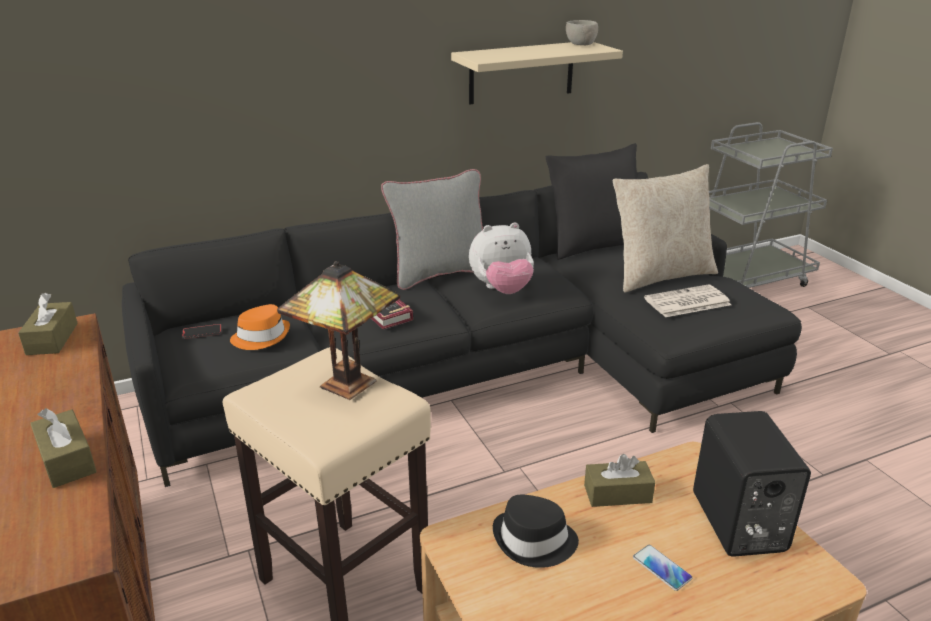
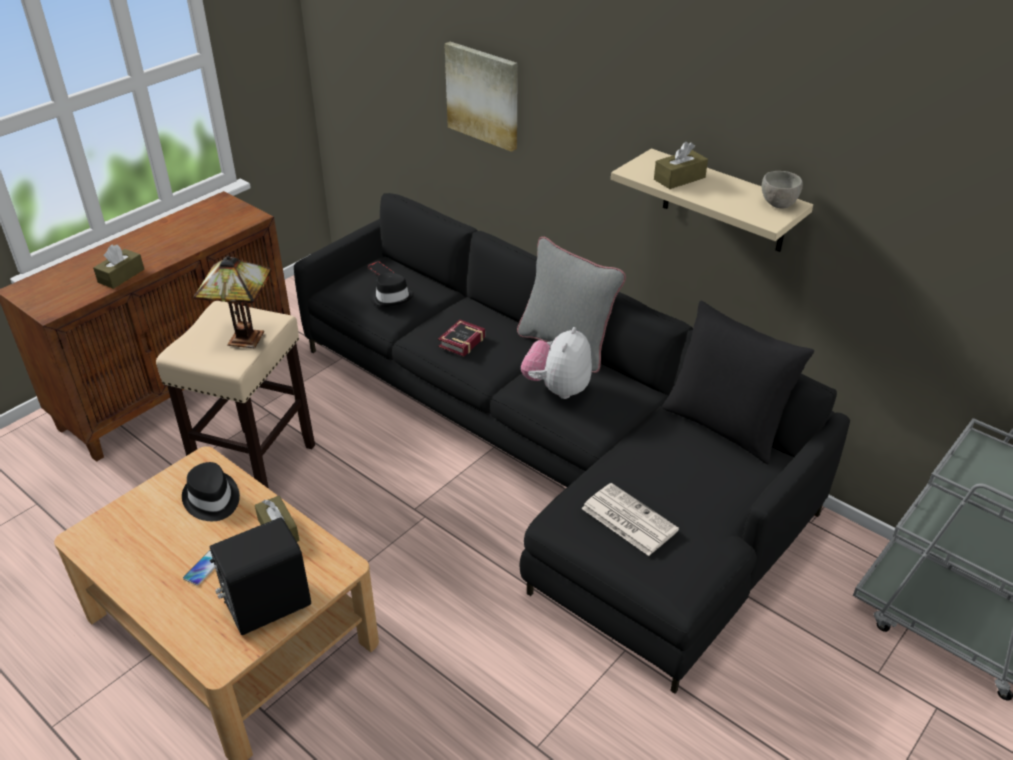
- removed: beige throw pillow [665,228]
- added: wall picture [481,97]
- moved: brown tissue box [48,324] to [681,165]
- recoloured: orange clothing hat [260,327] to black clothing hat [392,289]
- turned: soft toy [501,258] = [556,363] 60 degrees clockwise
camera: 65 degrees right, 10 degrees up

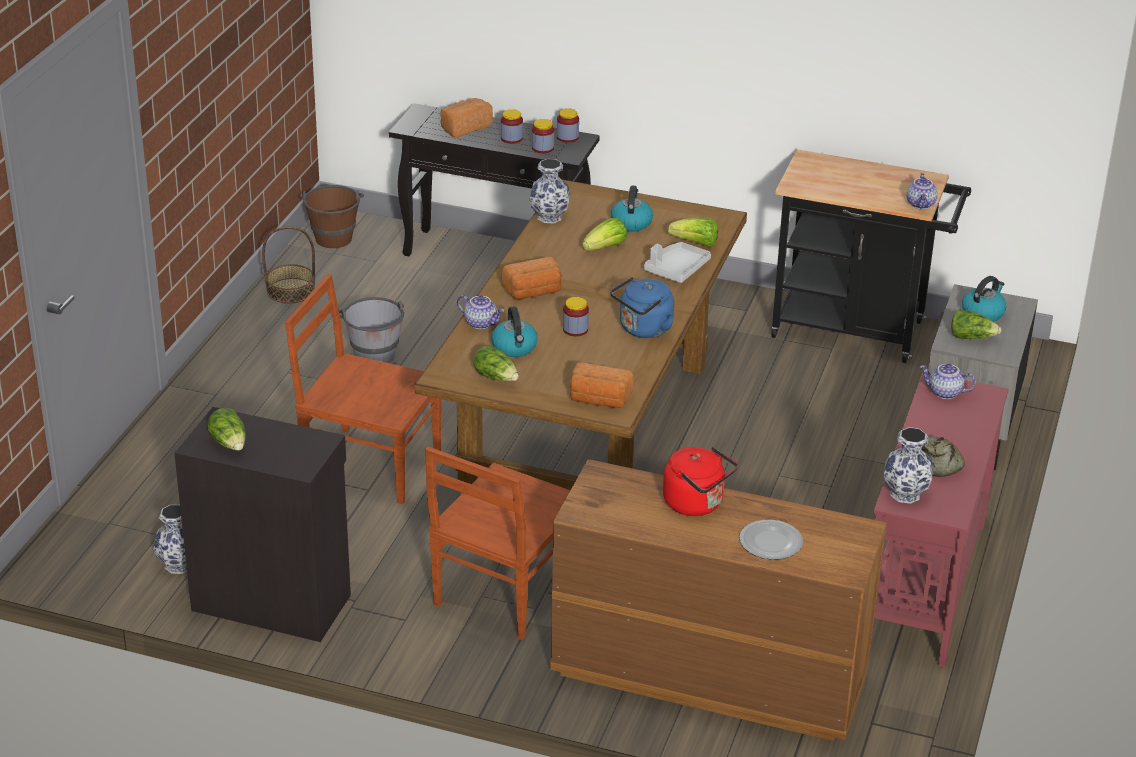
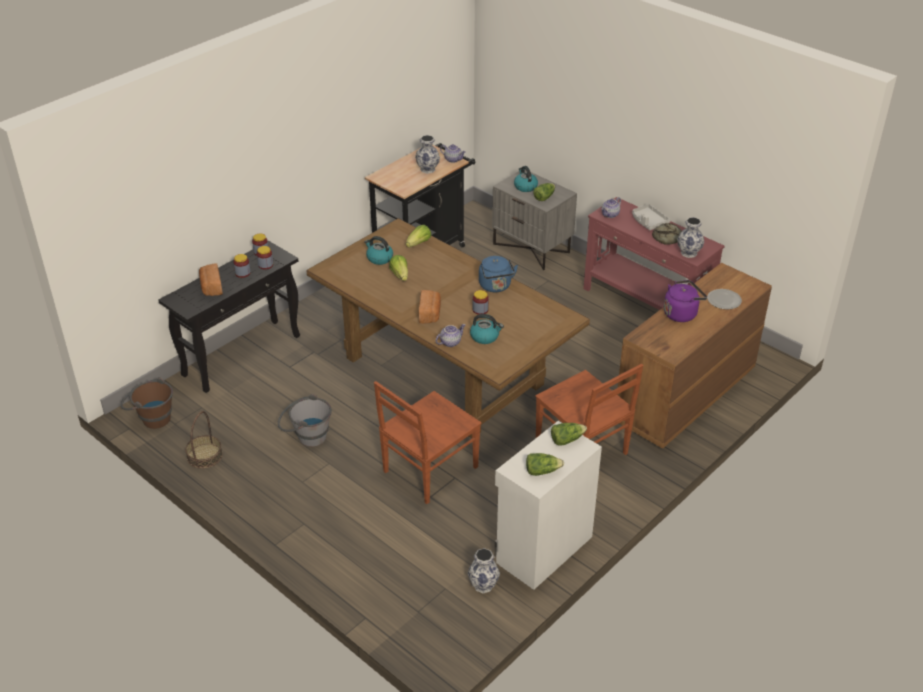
- removed: bread [602,385]
- moved: head of lettuce [496,363] to [569,434]
- moved: decorative vase [550,191] to [427,154]
- moved: grey carrying tray [677,262] to [651,217]
- recoloured: black cabinet [262,524] to whitish cabinet [548,505]
- recoloured: red kettle [700,481] to purplish kettle [685,301]
camera: 65 degrees left, 5 degrees up

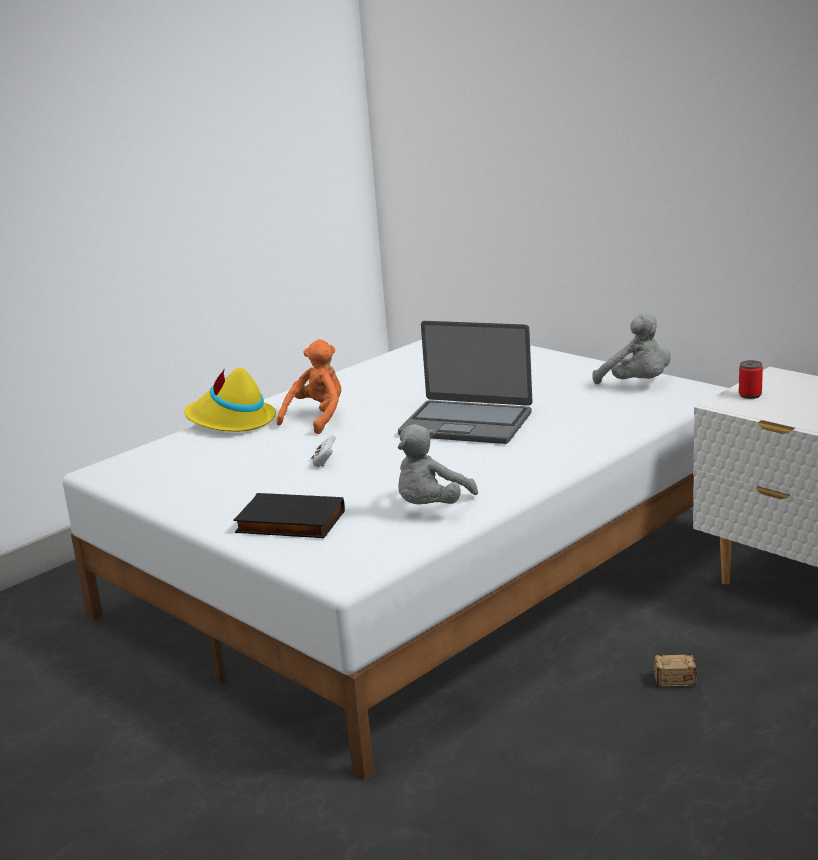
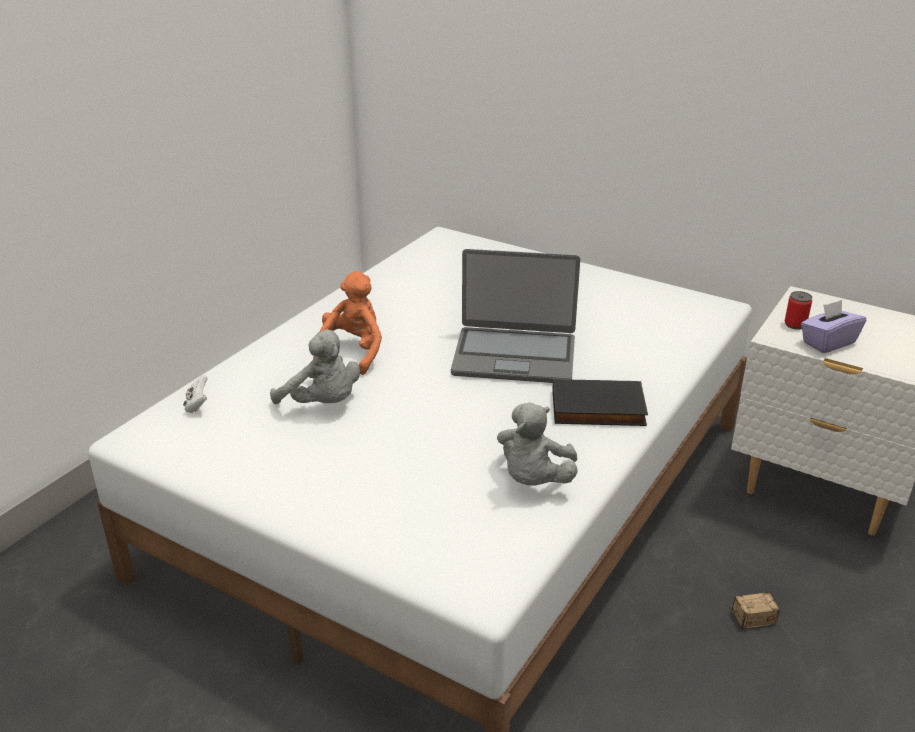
- removed: yellow clothing hat [230,400]
- added: purplish tissue box [833,326]
- moved: black volume [289,515] to [600,402]
- moved: whitish game controller [323,451] to [195,394]
- moved: grey soft toy [631,348] to [315,367]
camera: 15 degrees left, 10 degrees up

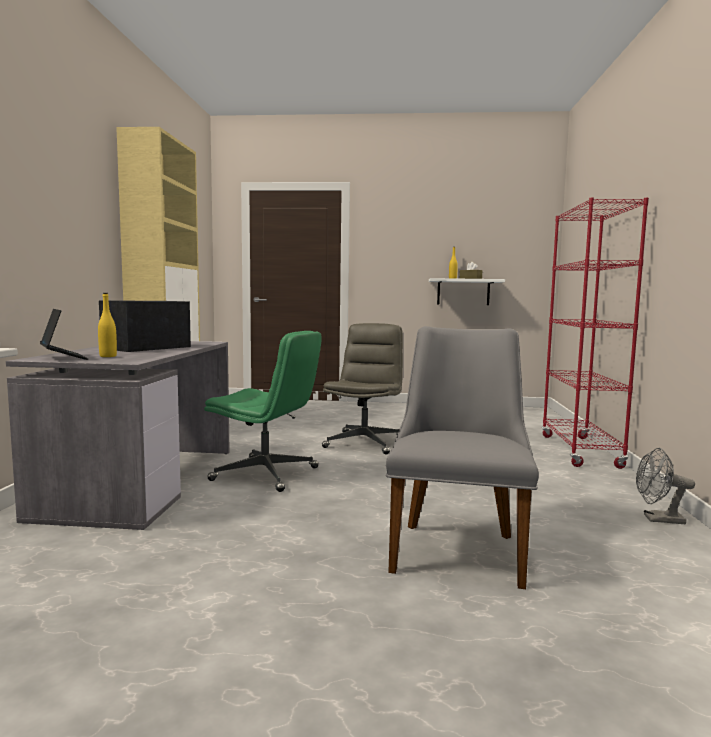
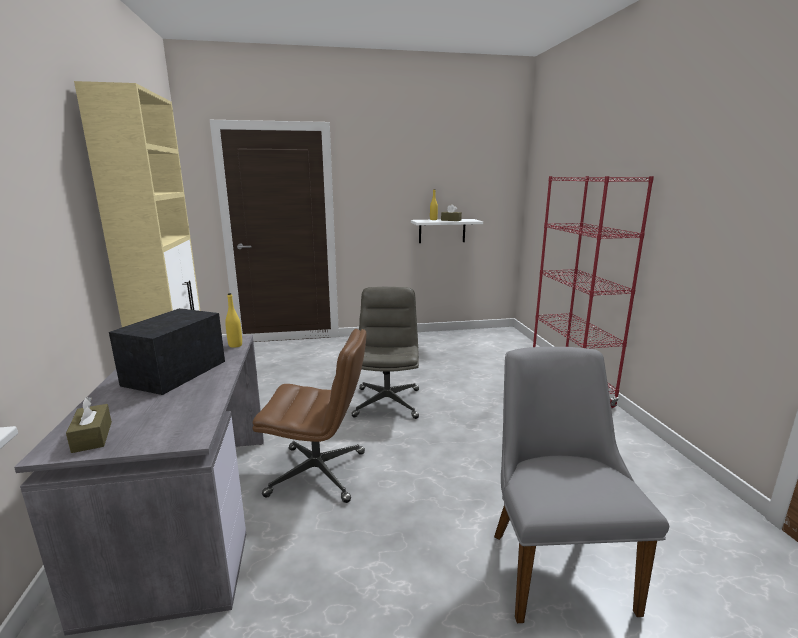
- removed: grey cooling fan [665,486]
- moved: yellow beverage bottle [107,325] to [233,320]
- replaced: laptop [64,334] to brown tissue box [89,425]
- recoloured: greenish office chair [263,411] to brown office chair [309,416]
camera: 15 degrees left, 10 degrees up

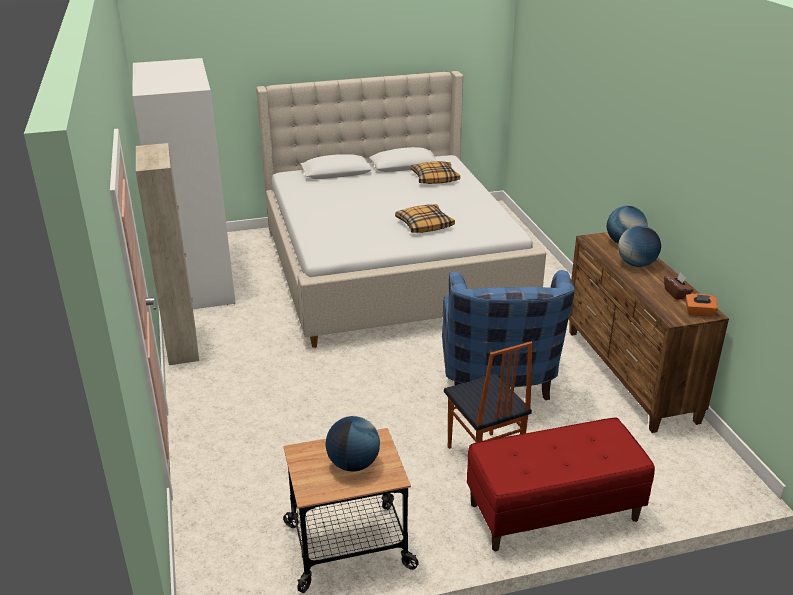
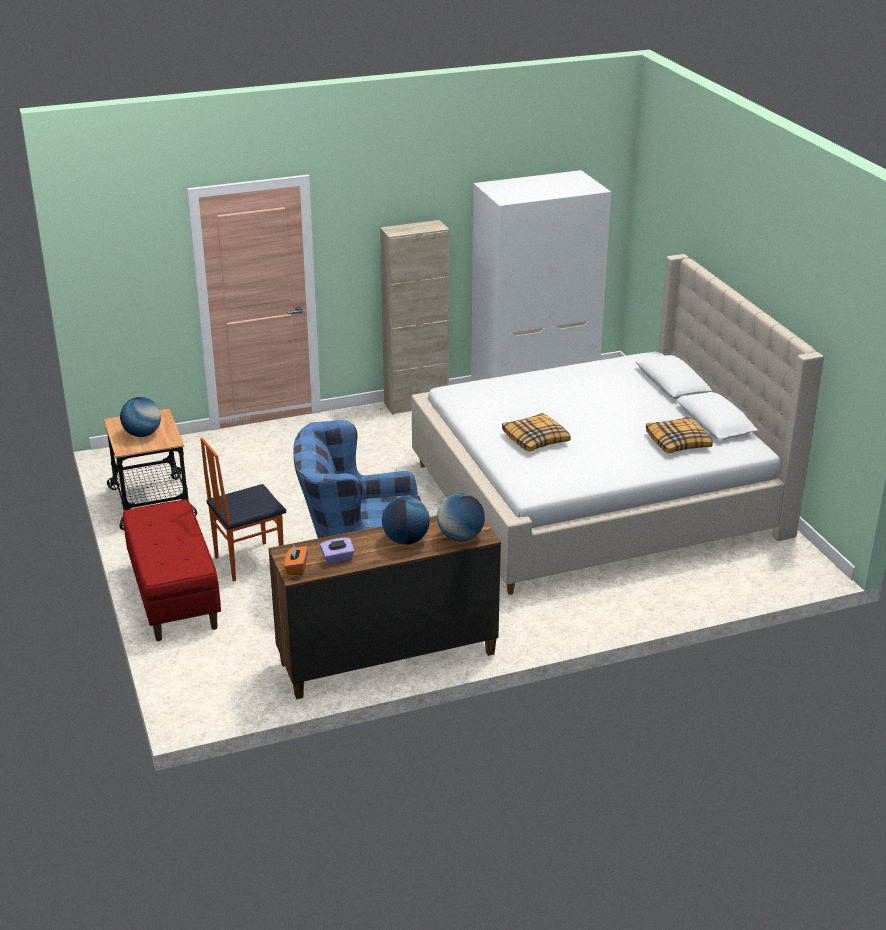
- recoloured: brown tissue box [678,286] to purplish tissue box [337,551]
camera: 85 degrees right, 0 degrees up

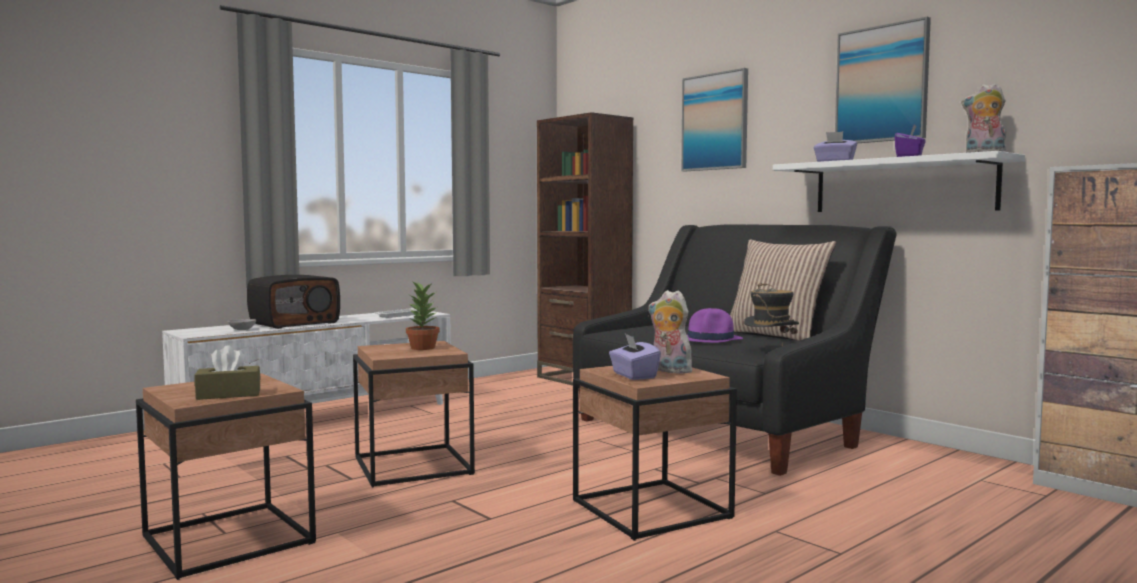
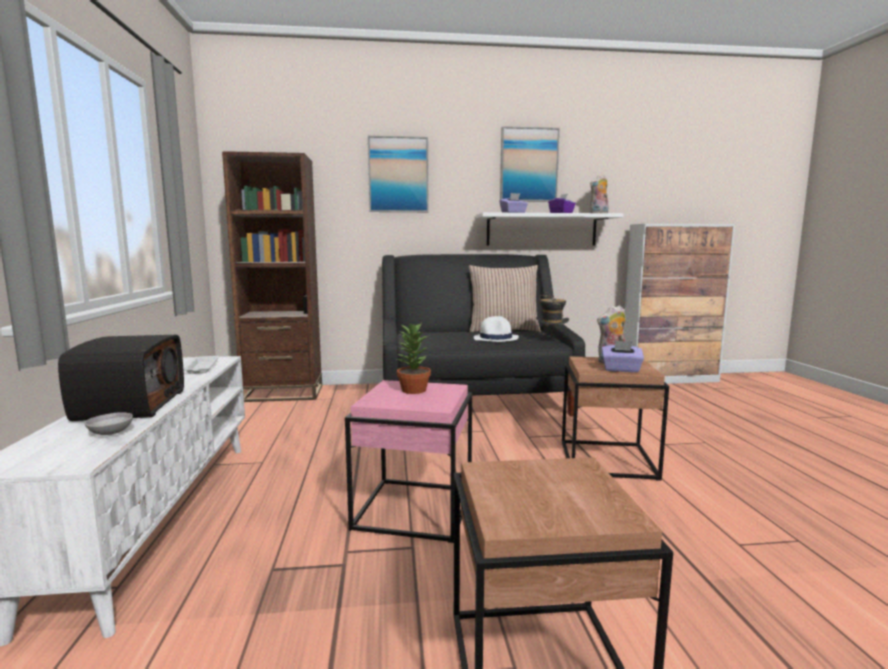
- removed: brown tissue box [228,372]
- recoloured: brown accent table [414,414] to pink-coloured accent table [408,461]
- recoloured: purplish clothing hat [715,325] to whitish clothing hat [496,329]
camera: 55 degrees left, 5 degrees up

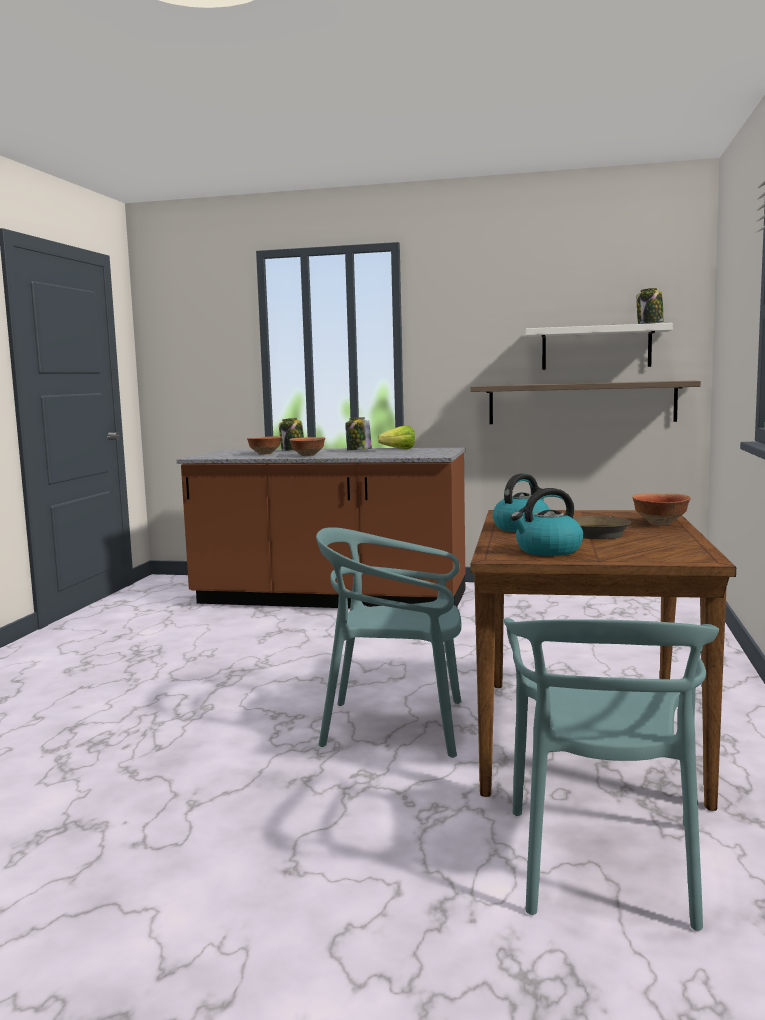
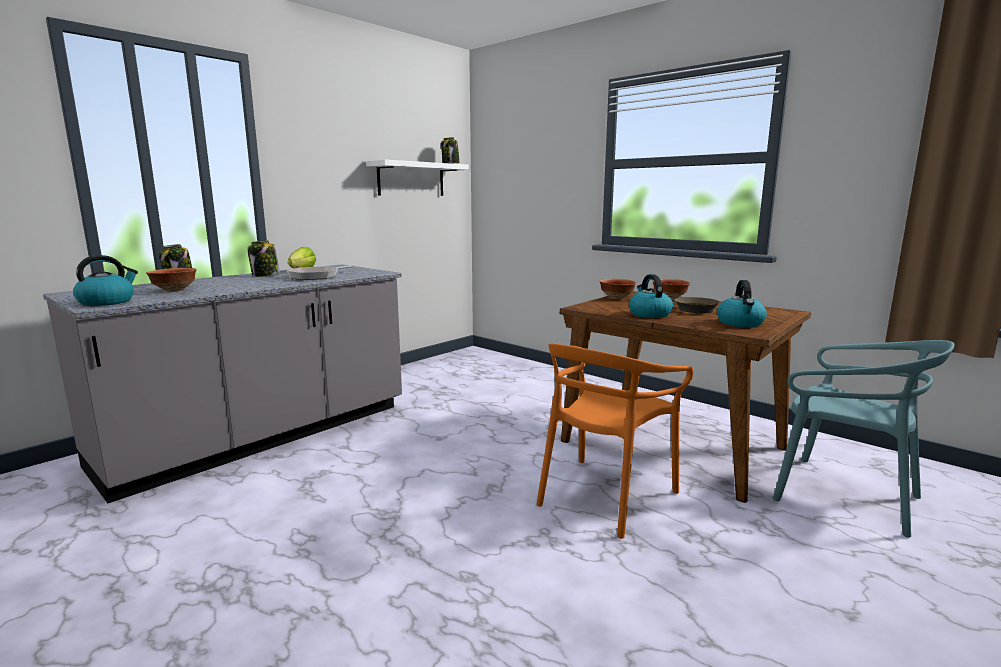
- removed: shelf [585,402]
- added: kettle [105,280]
- added: pan [321,272]
- moved: deep dish [307,446] to [618,289]
- recoloured: brown counter [321,527] to grey counter [222,383]
- recoloured: blue-green chair [389,642] to orange chair [615,441]
camera: 60 degrees left, 5 degrees up

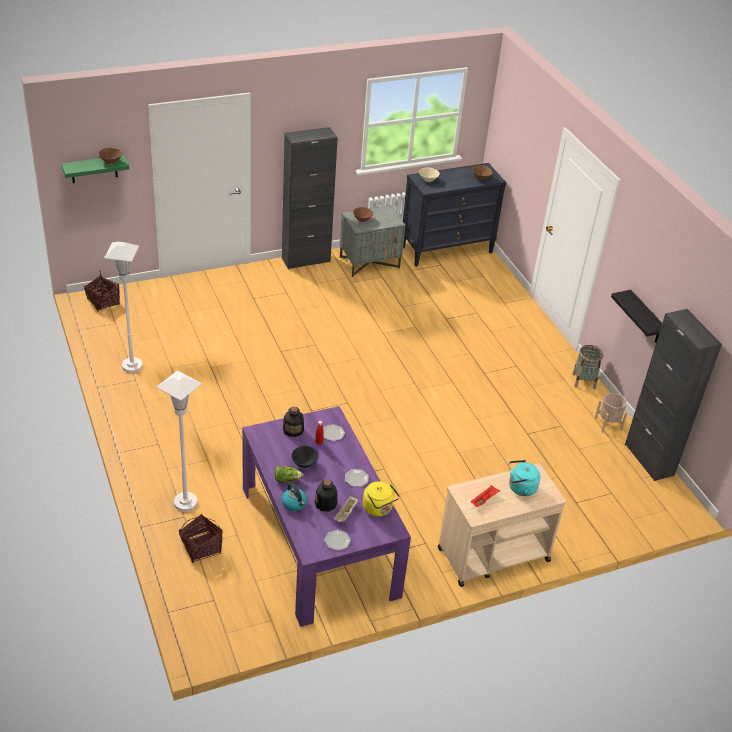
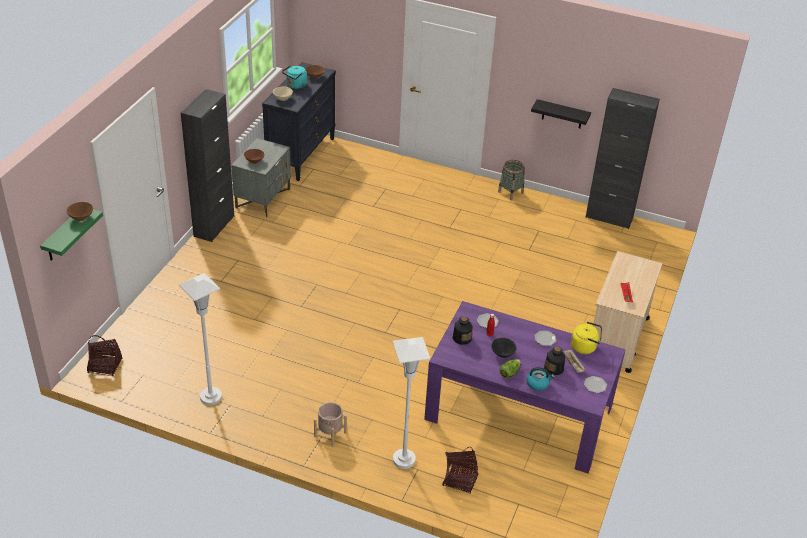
- moved: blue-green kettle [524,478] to [294,77]
- moved: beige plant pot [611,413] to [330,424]
camera: 45 degrees left, 0 degrees up

